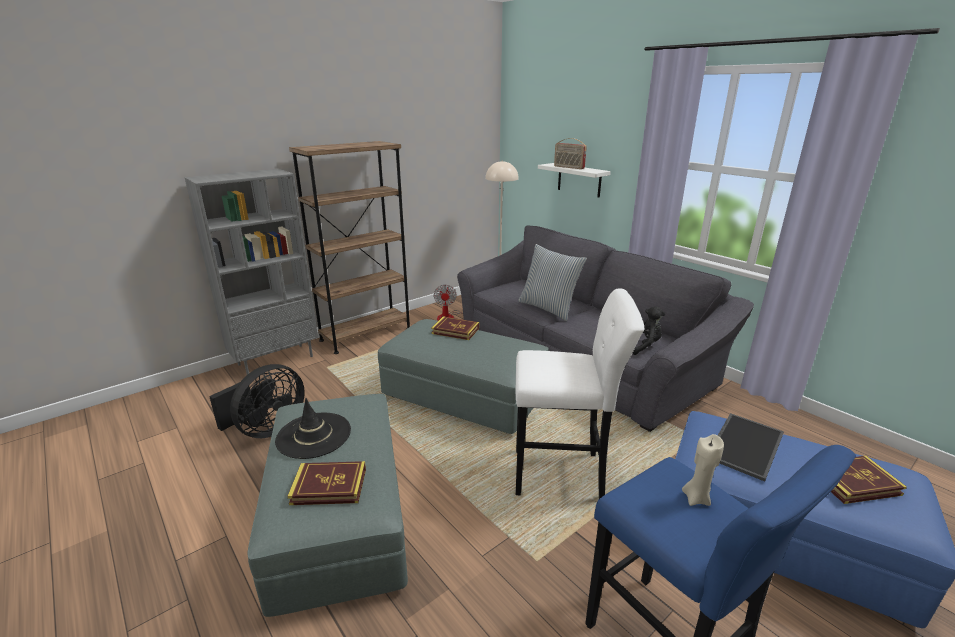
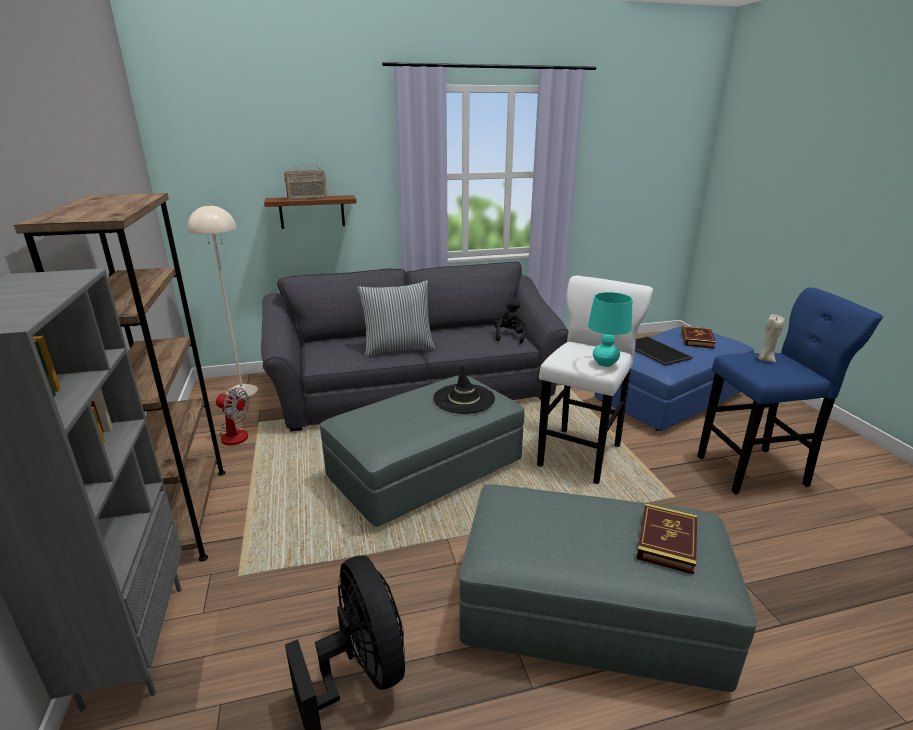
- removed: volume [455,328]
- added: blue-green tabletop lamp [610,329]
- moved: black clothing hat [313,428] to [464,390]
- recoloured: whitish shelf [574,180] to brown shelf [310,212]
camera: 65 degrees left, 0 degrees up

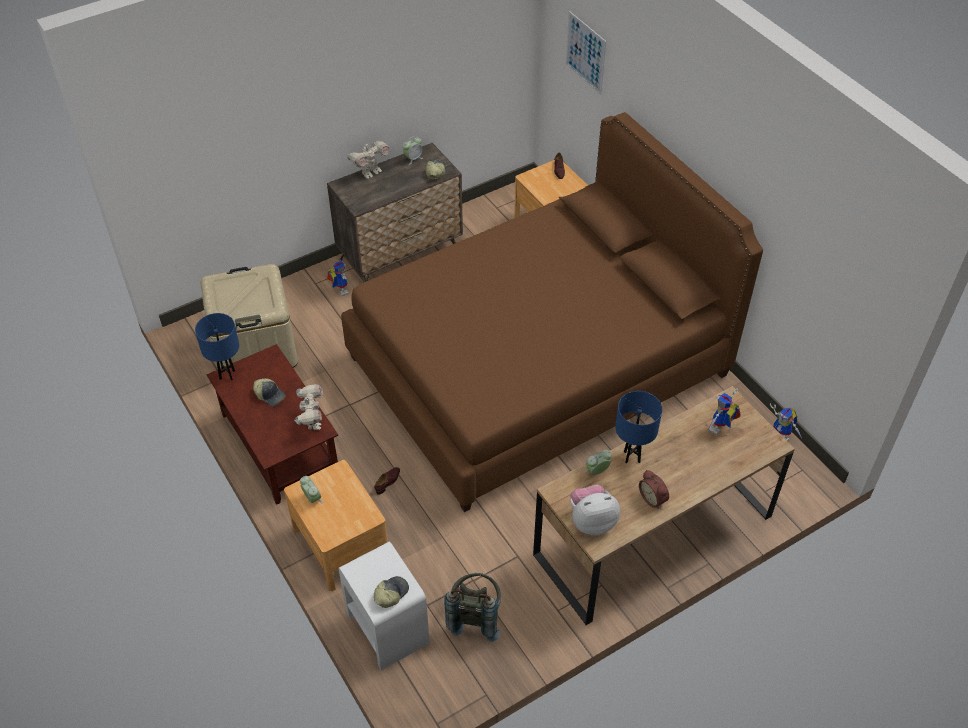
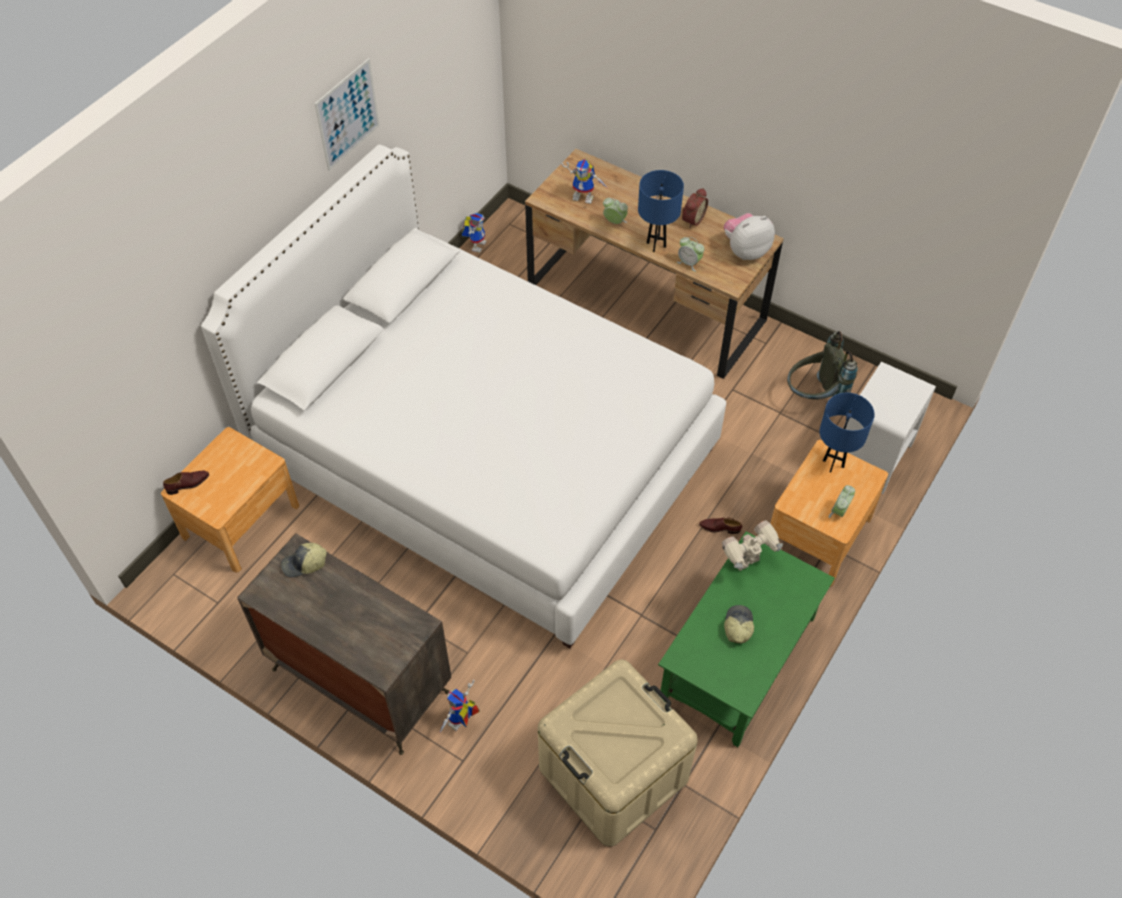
- removed: model robot [368,159]
- removed: peaked cap [391,592]
- moved: bluish tabletop lamp [217,346] to [847,432]
- moved: alarm clock [413,151] to [615,211]
- moved: wall picture [586,53] to [347,114]
- recoloured: brown lounge table [272,424] to greenish lounge table [746,639]
- recoloured: brown bed [552,312] to whitish bed [463,396]
- turned: soft toy [595,510] = [749,236] 105 degrees clockwise
camera: 115 degrees left, 5 degrees up

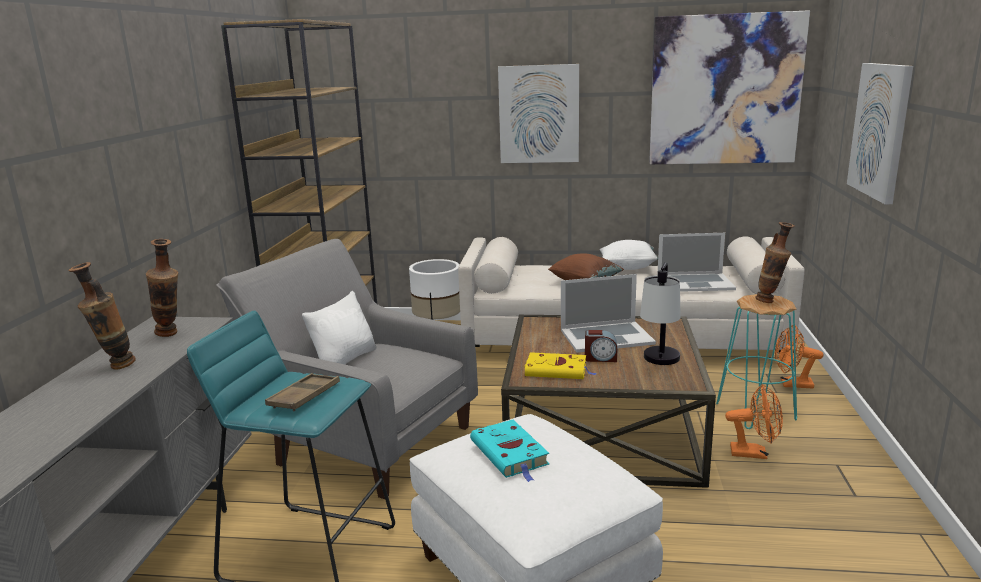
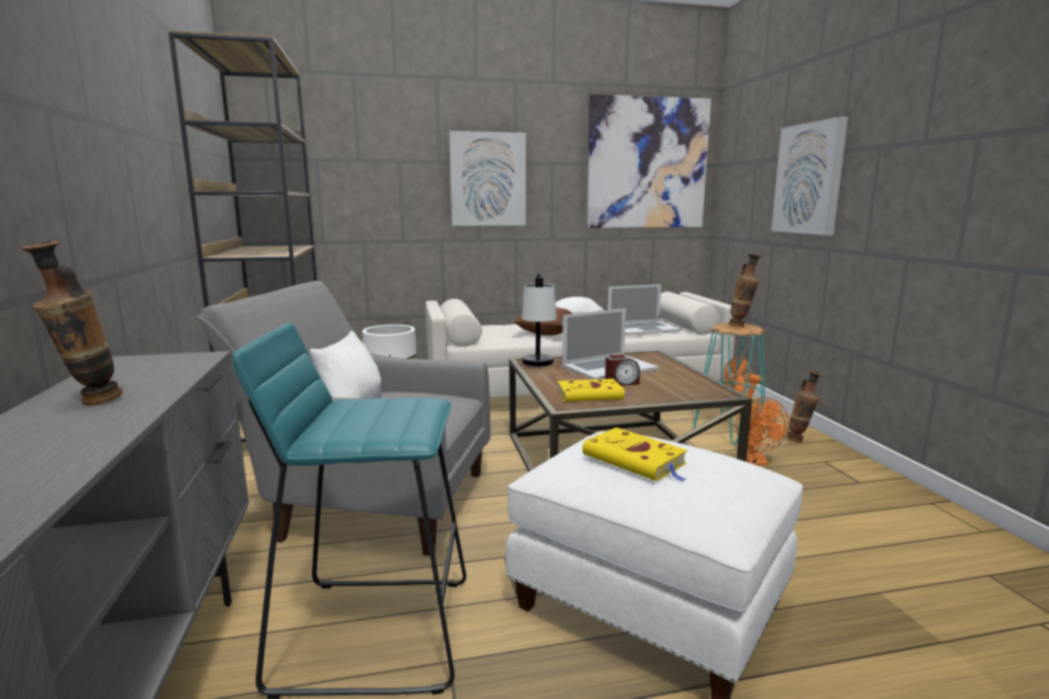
- removed: brown carrying tray [302,392]
- moved: decorative vase [162,288] to [804,406]
- moved: tabletop lamp [660,313] to [539,319]
- recoloured: blue-green volume [509,451] to yellow volume [635,454]
- turned: orange cooling fan [754,421] = [762,431] 90 degrees clockwise
camera: 20 degrees left, 5 degrees down

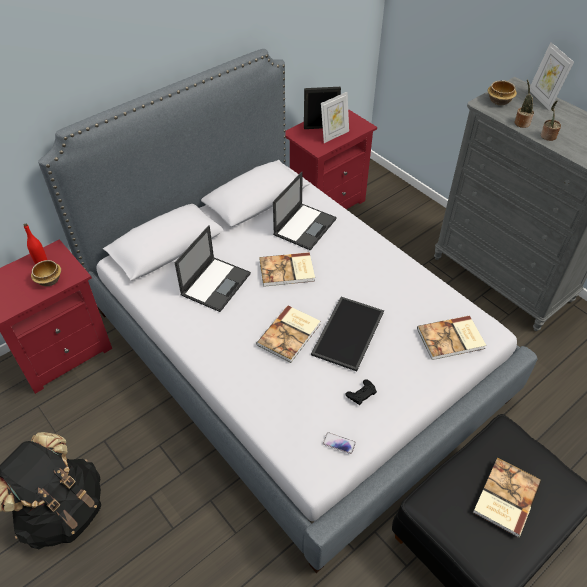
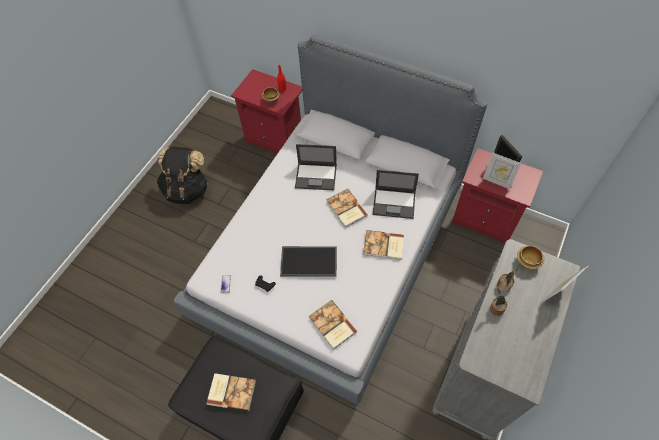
- moved: volume [288,334] to [383,245]
camera: 70 degrees right, 10 degrees up

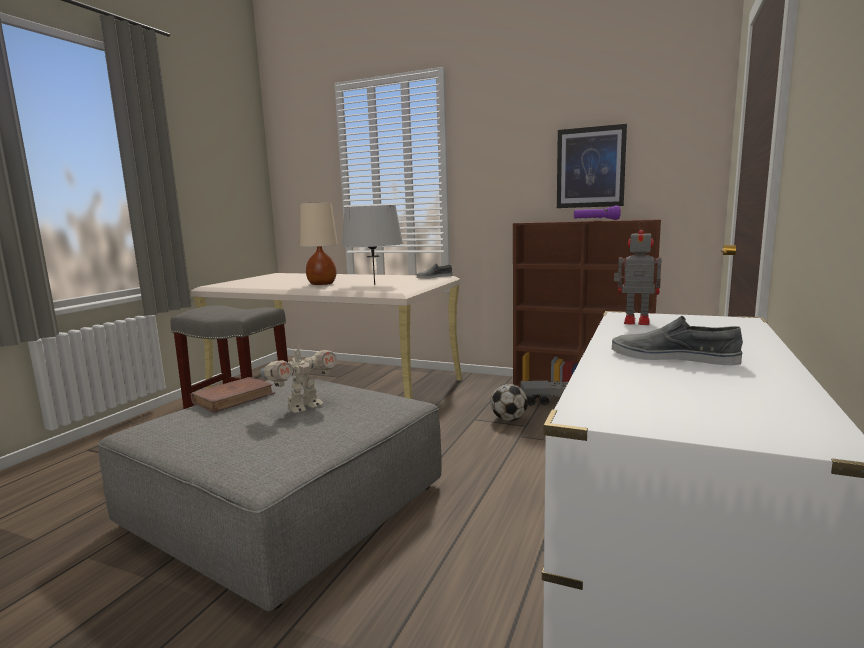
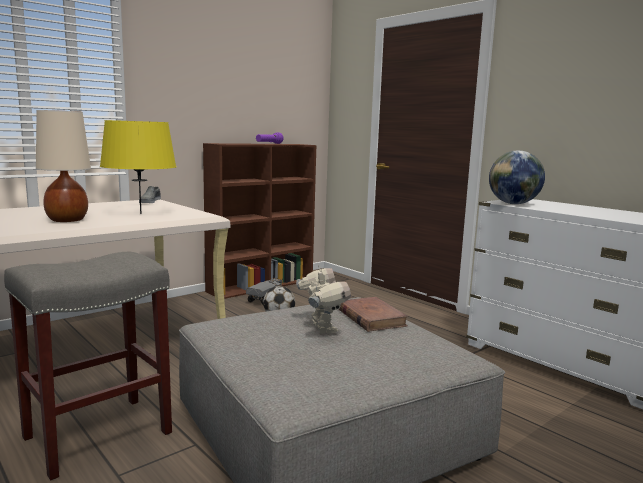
- removed: wall picture [592,166]
- removed: grey low shoe [677,340]
- moved: brown volume [233,395] to [373,314]
- replaced: model robot [638,273] to world globe [517,177]
- recoloured: grey tabletop lamp [372,245] to yellow tabletop lamp [138,167]
camera: 65 degrees left, 0 degrees up

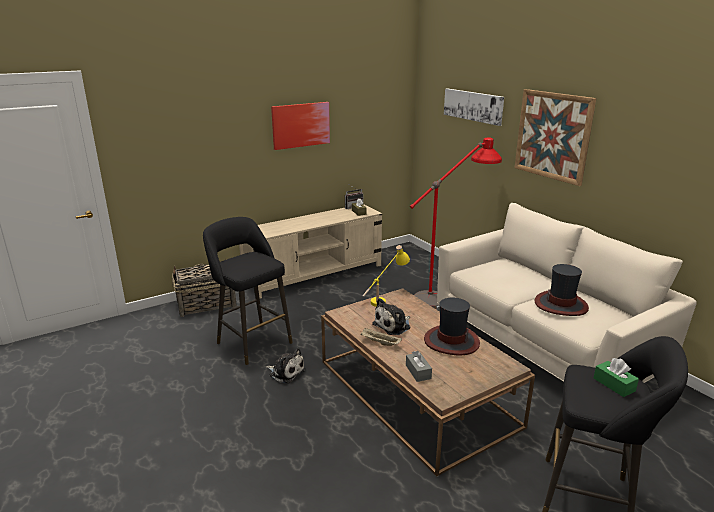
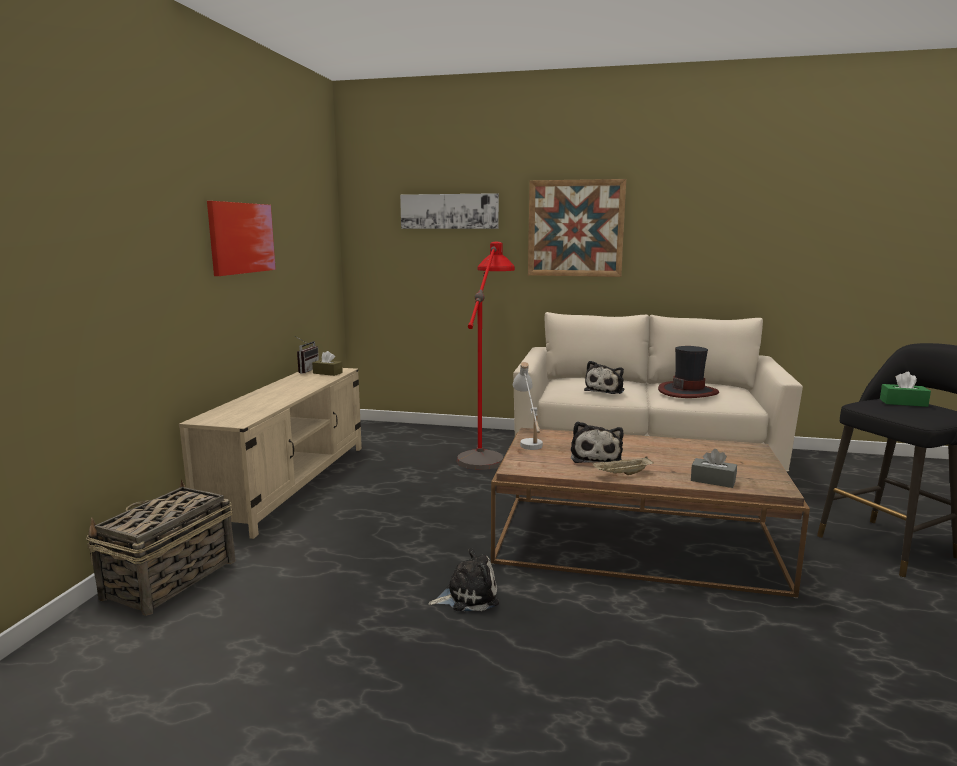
- removed: black sitting stool [248,291]
- removed: clothing hat [452,326]
- added: soft toy [604,377]
- recoloured: yellow tabletop lamp [386,276] to whitish tabletop lamp [528,406]
camera: 45 degrees left, 10 degrees down

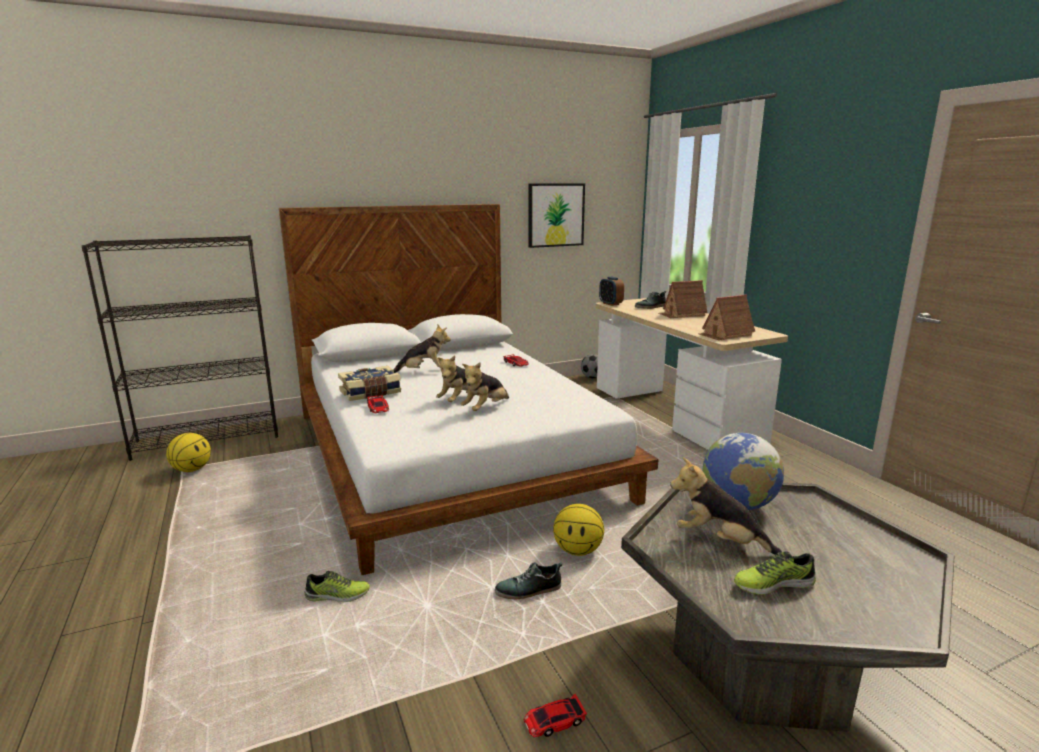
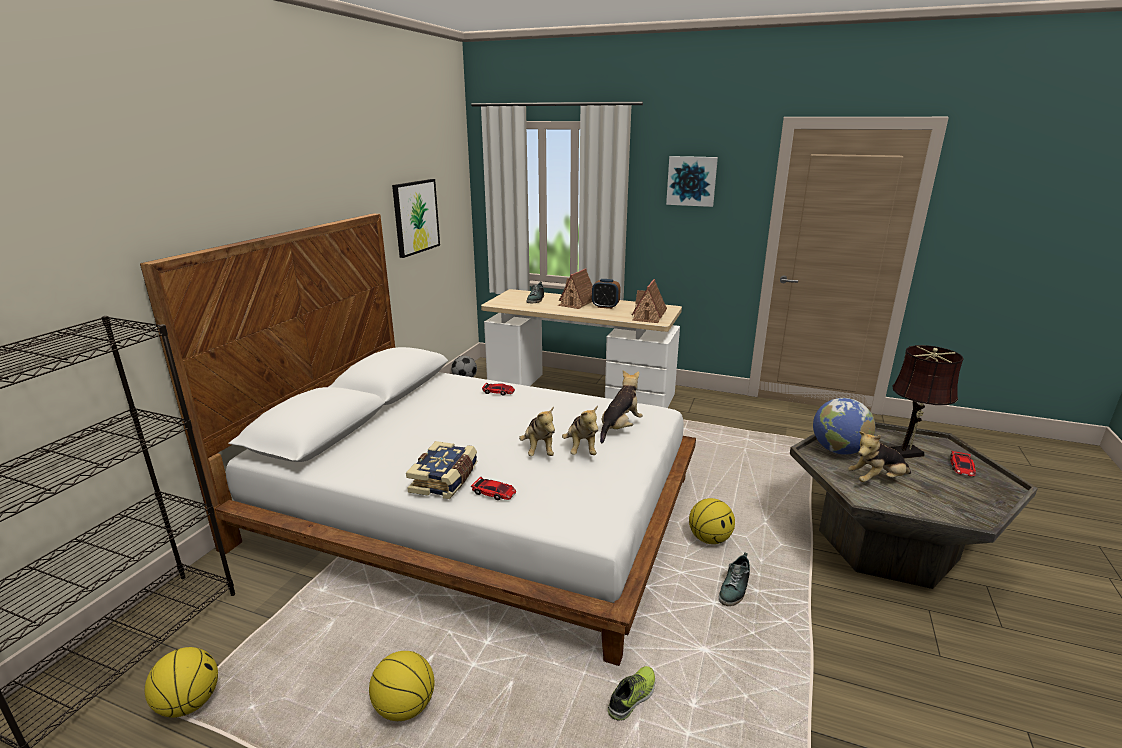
- removed: low shoe [775,573]
- added: basketball ball [401,686]
- added: wall picture [692,181]
- added: brown tabletop lamp [927,402]
- moved: soft toy [422,349] to [621,406]
- moved: miniature car [555,715] to [963,463]
- moved: alarm clock [611,291] to [606,294]
camera: 45 degrees left, 5 degrees up

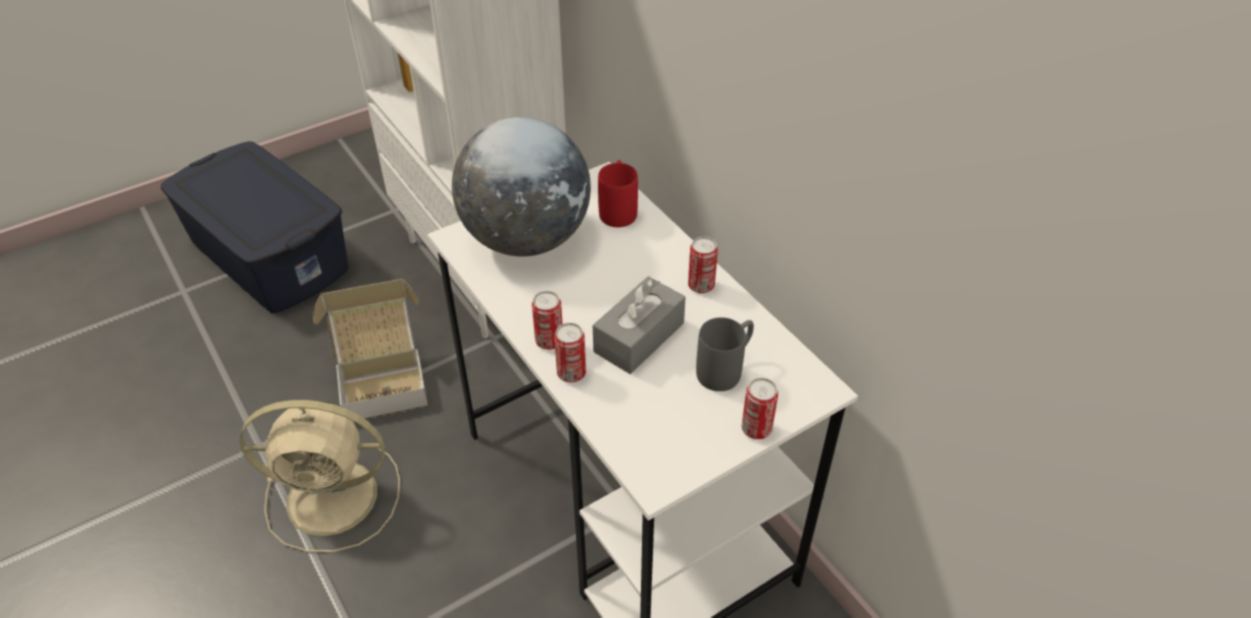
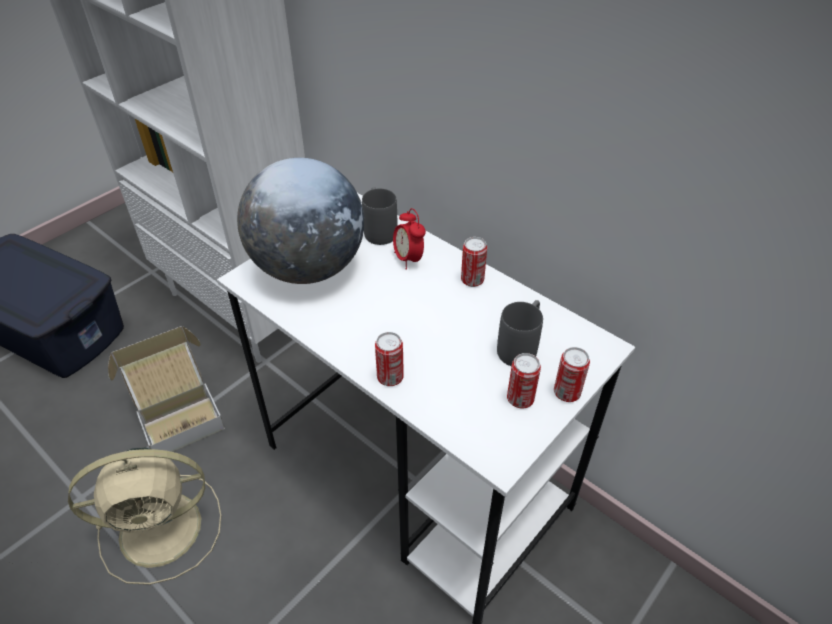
- removed: grey tissue box [639,325]
- added: alarm clock [409,239]
- moved: sealed can [547,320] to [524,380]
- recoloured: red tea mug [618,193] to grey tea mug [379,216]
camera: 15 degrees left, 0 degrees up

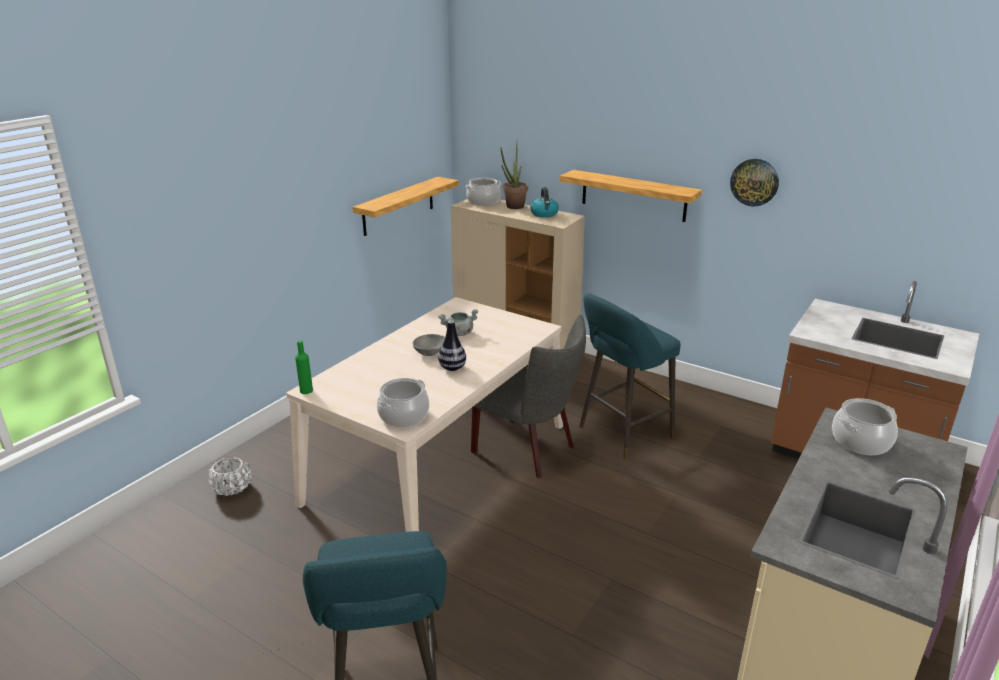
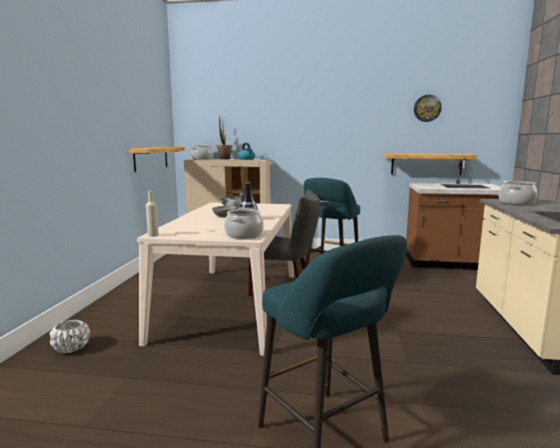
- moved: shelf [631,196] to [430,164]
- moved: wall clock [754,183] to [428,108]
- recoloured: greenish beverage bottle [304,367] to beige beverage bottle [152,214]
camera: 25 degrees left, 15 degrees down

